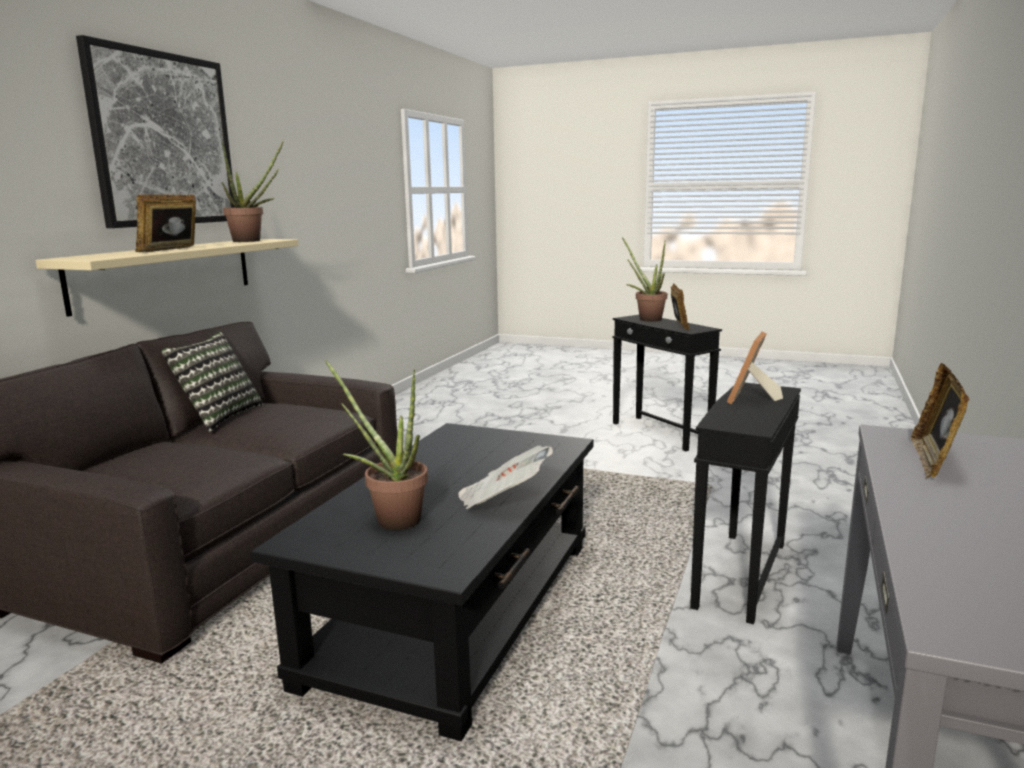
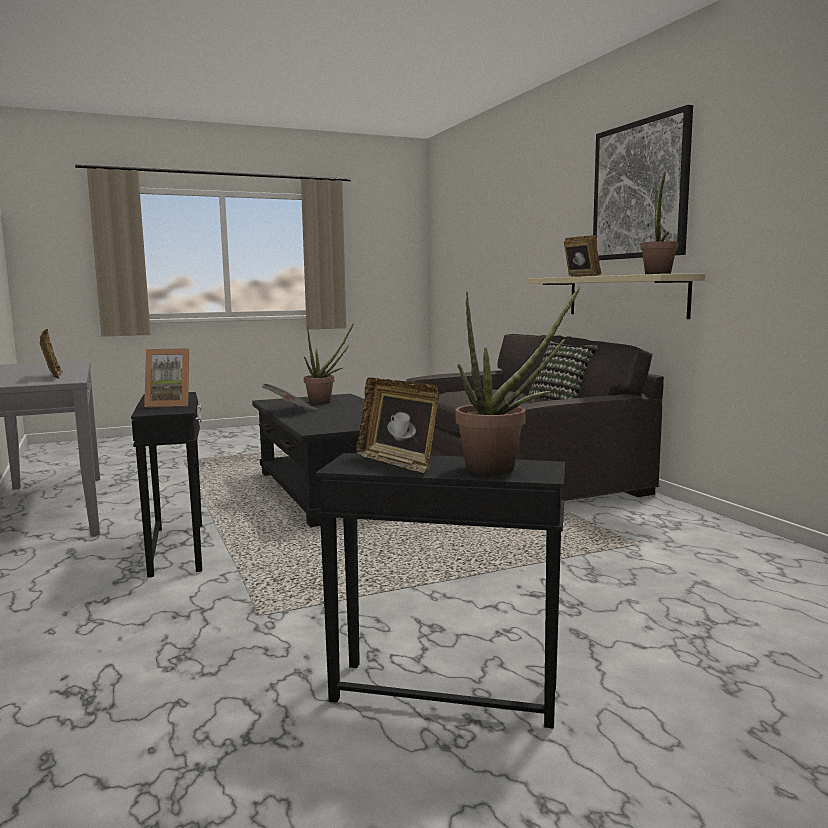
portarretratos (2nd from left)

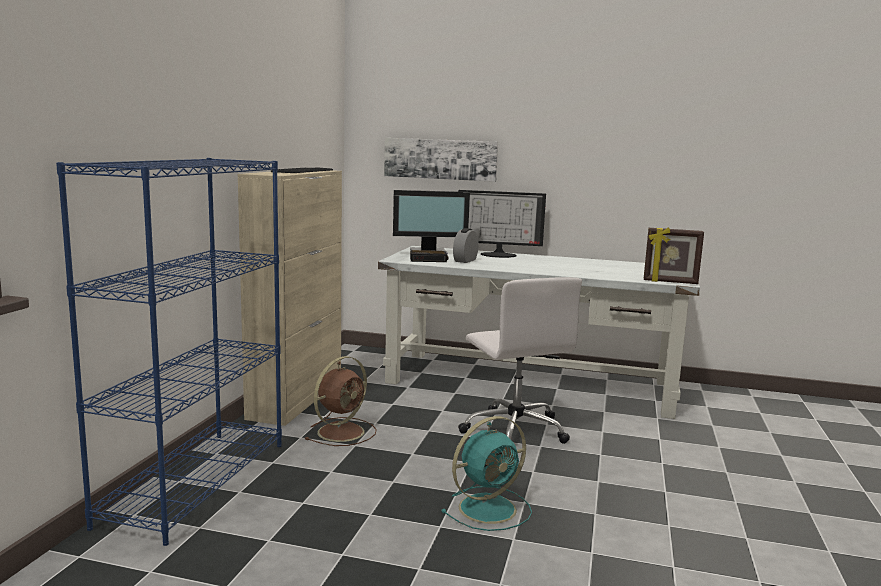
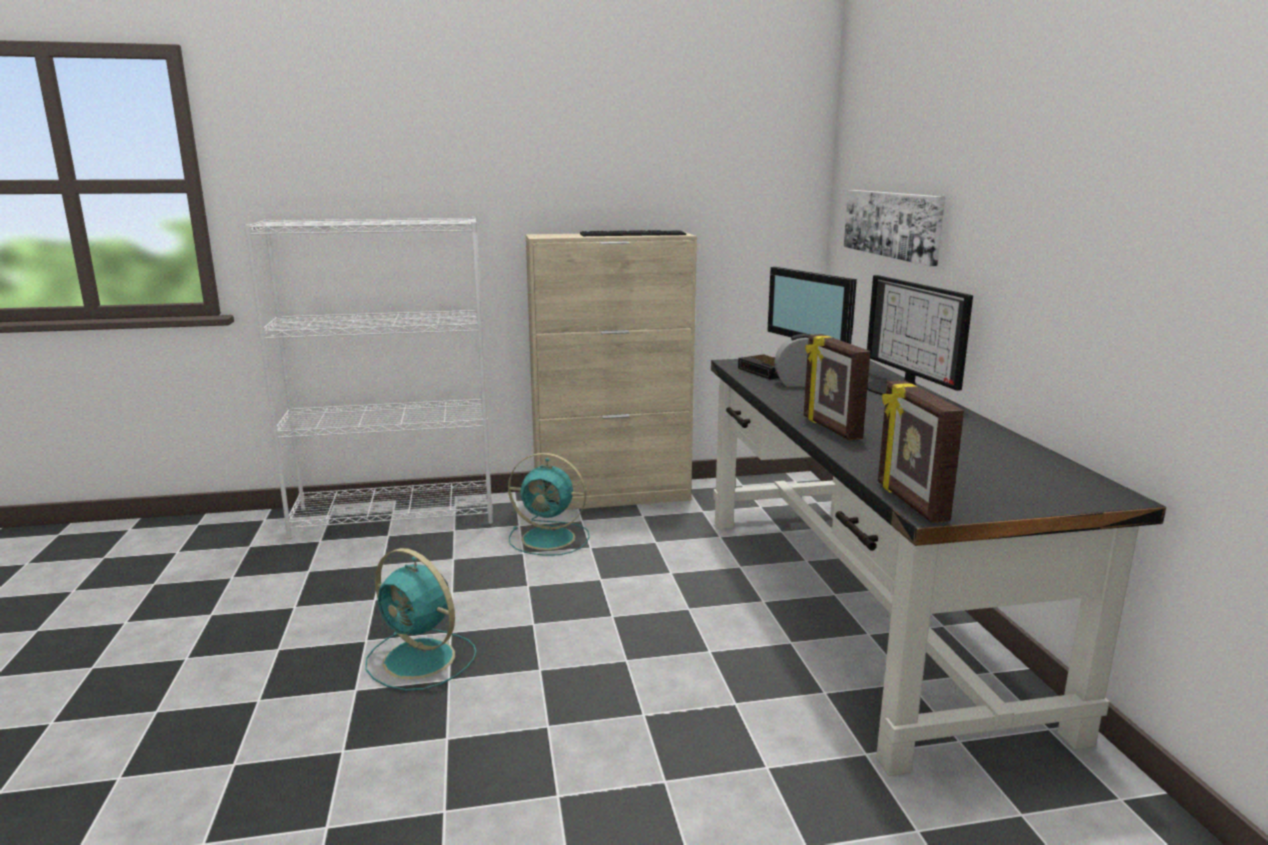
estantería (blanco)
escritorio (negro)
silla de oficina (blanco)
ventilador (turquesa) (2nd from left)
portarretratos (1st from left)

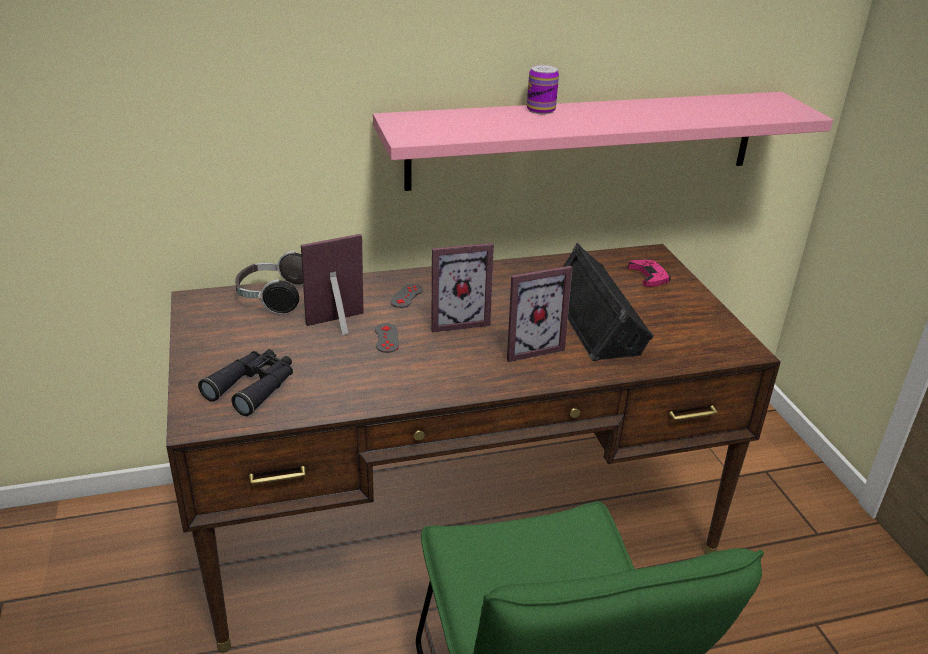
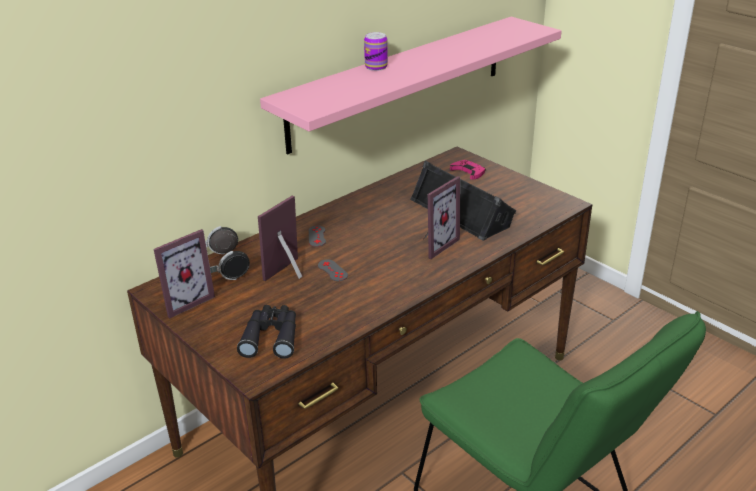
portarretratos (1st from left)

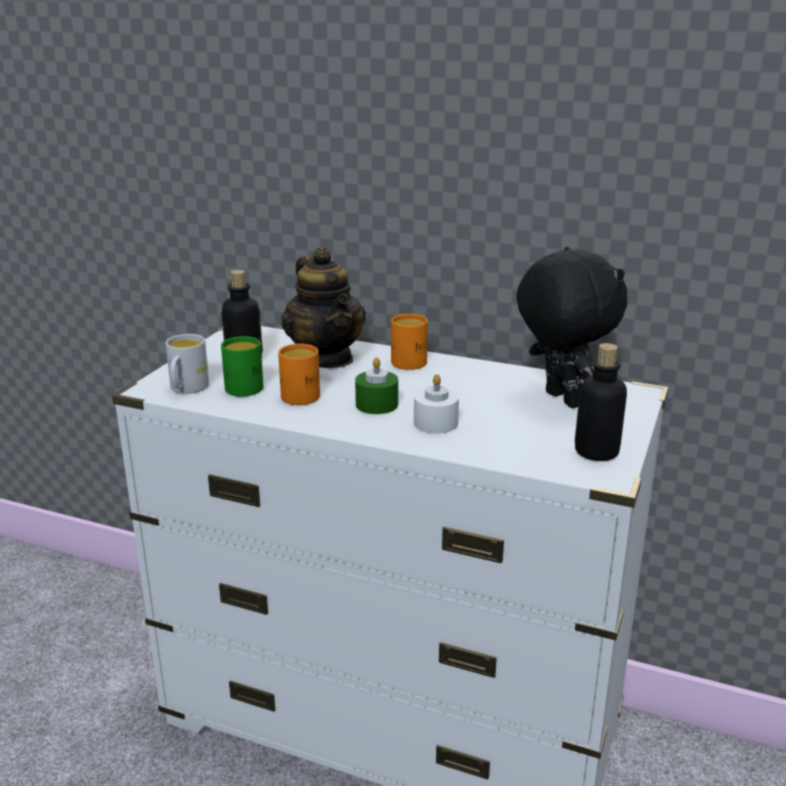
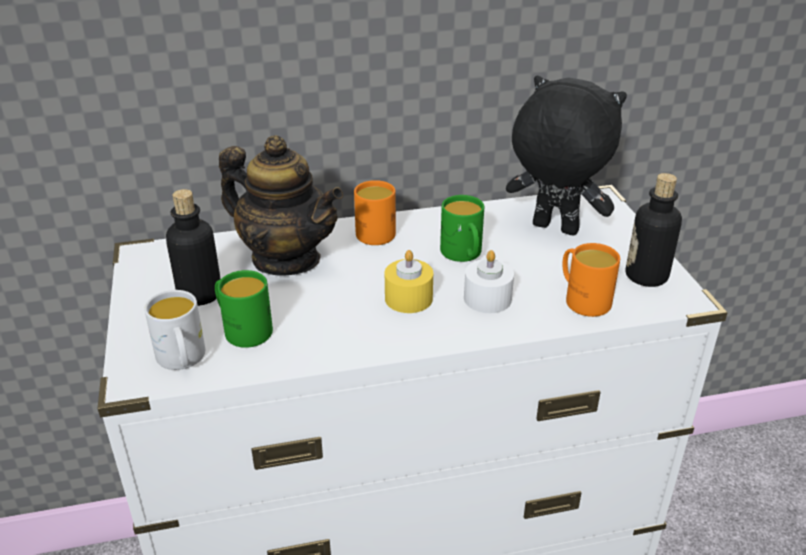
taza grande (naranja) (2nd from left)
vela (amarillo)
taza grande (verde) (2nd from left)

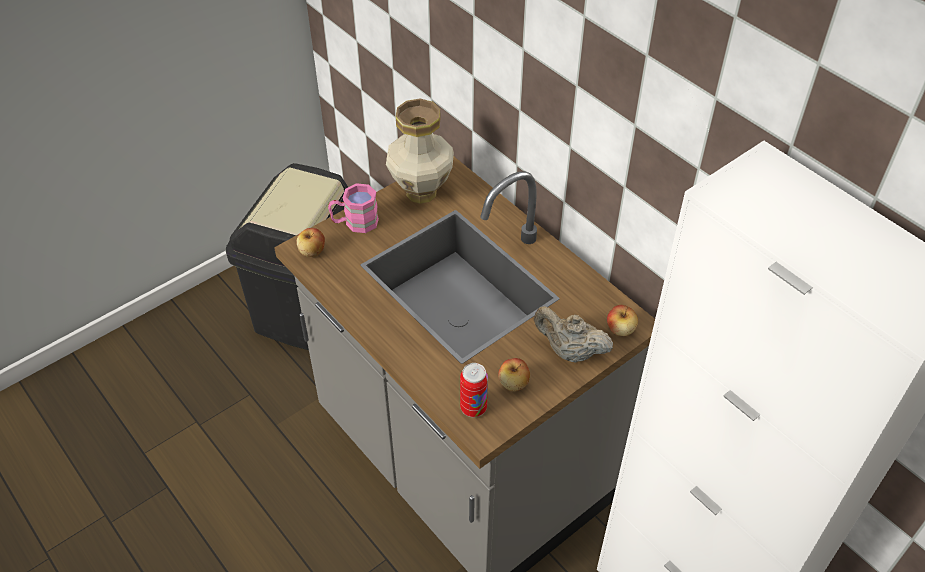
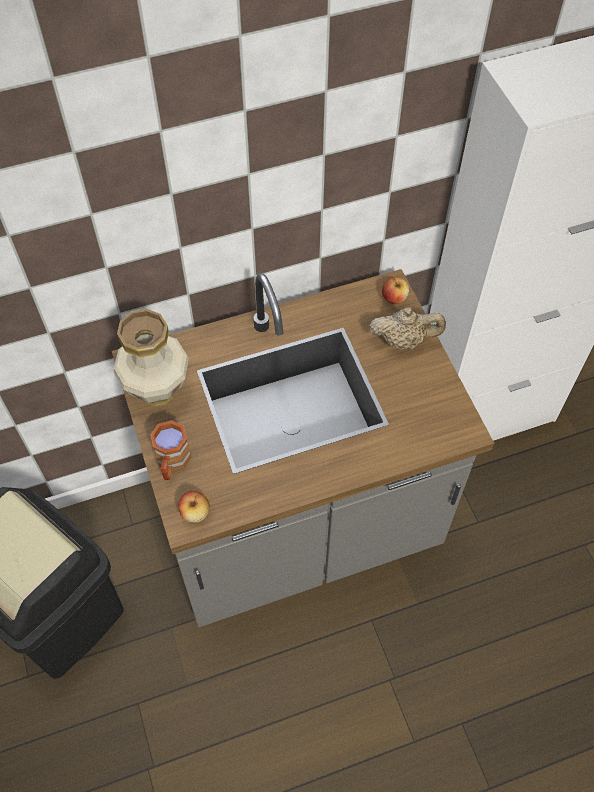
taza grande (marrón)
tetera (beis)
manzana (2nd from left in the first image)
lata

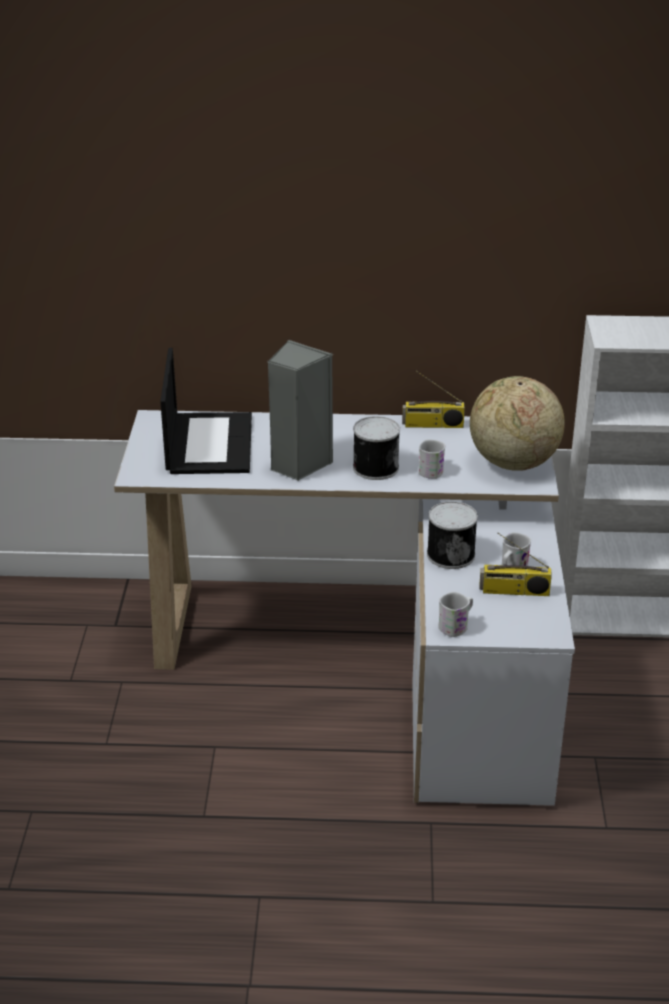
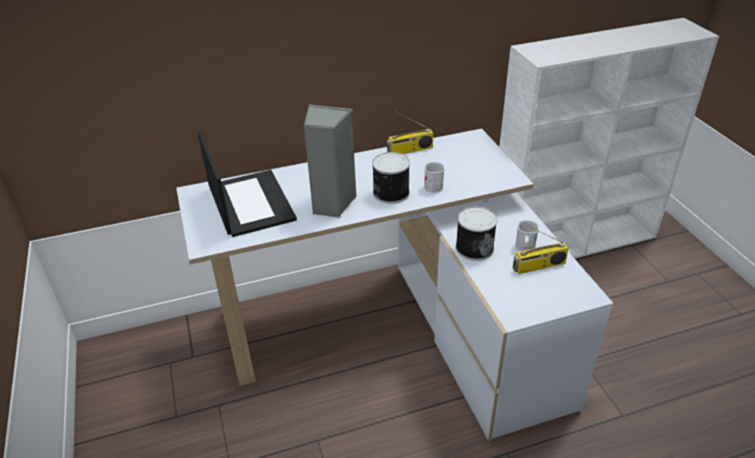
globo terráqueo
taza grande (blanco) (2nd from left in the first image)

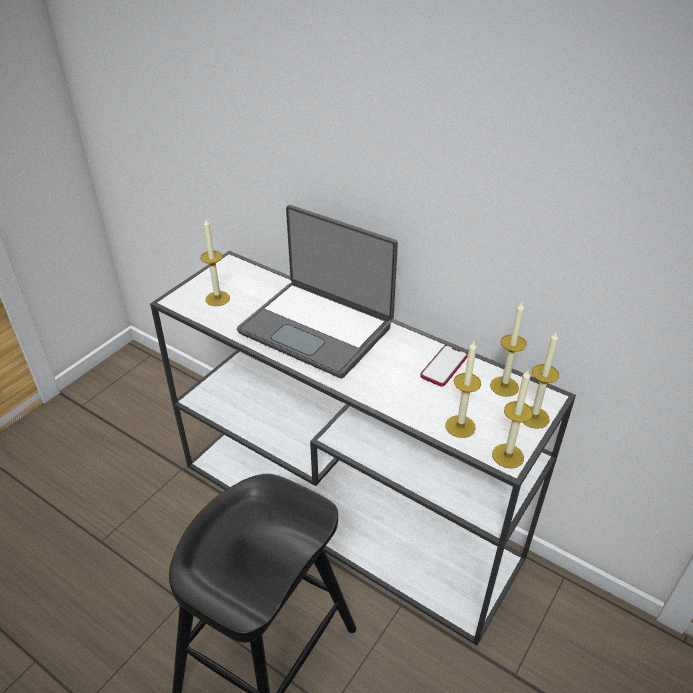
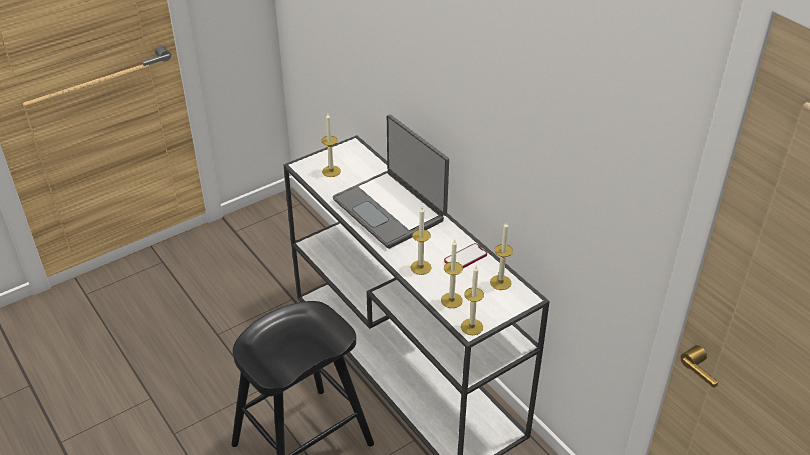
vela (2nd from left)

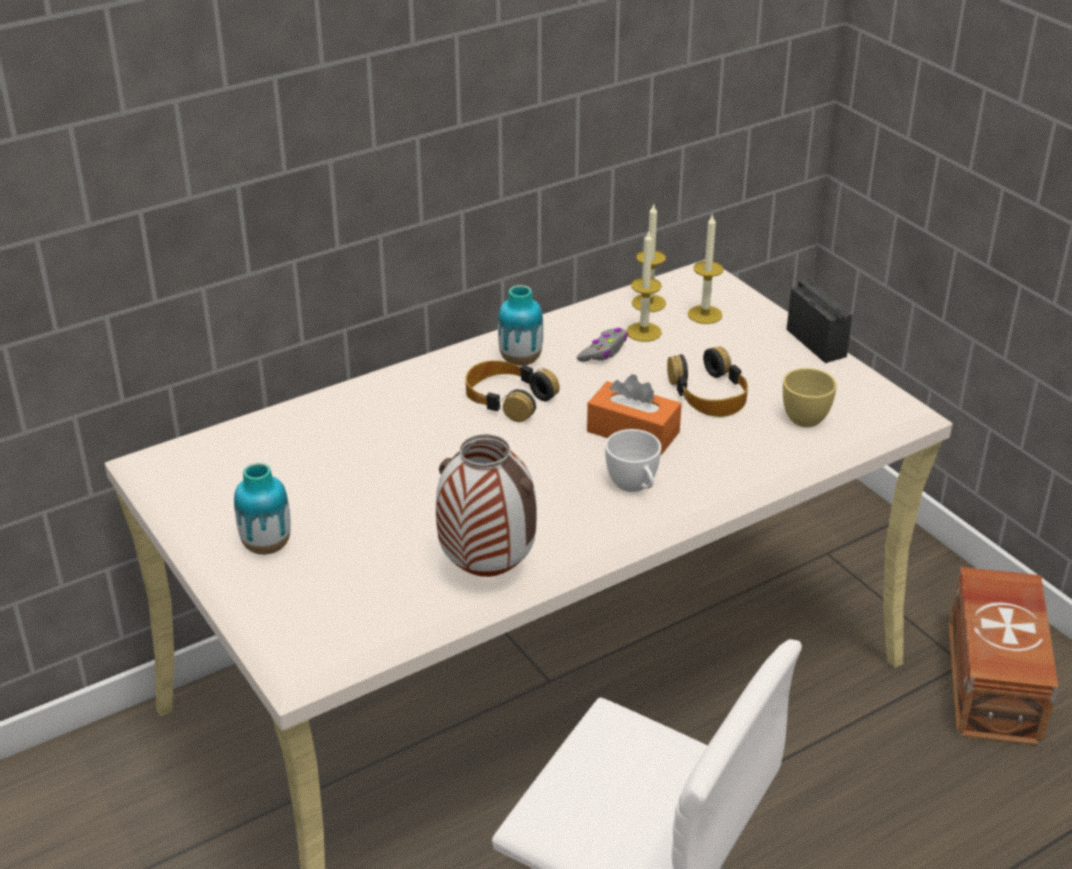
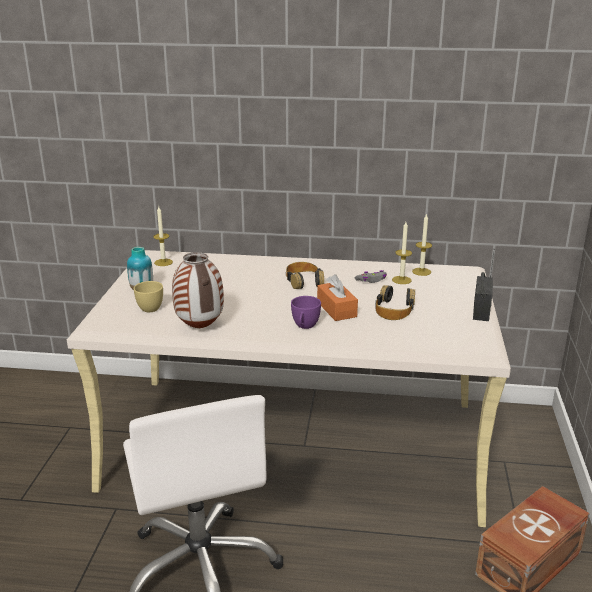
vela (1st from left)
florero (3rd from left in the first image)
taza (amarillo)
taza (morado)

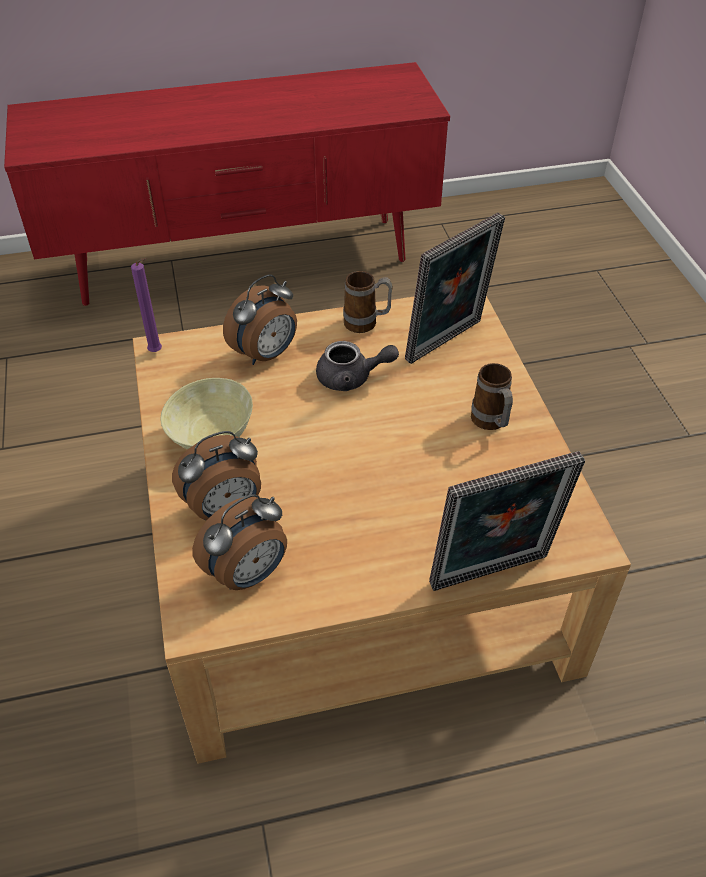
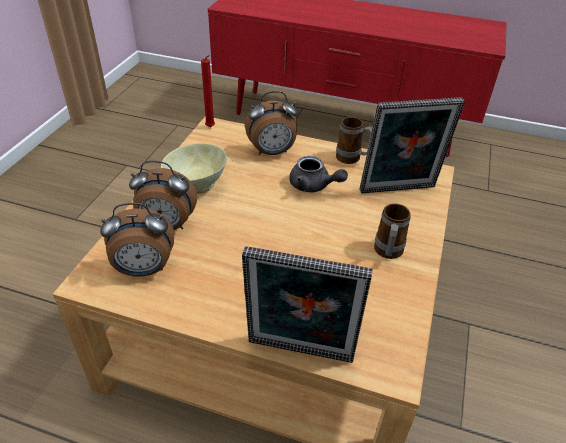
vela (rojo)

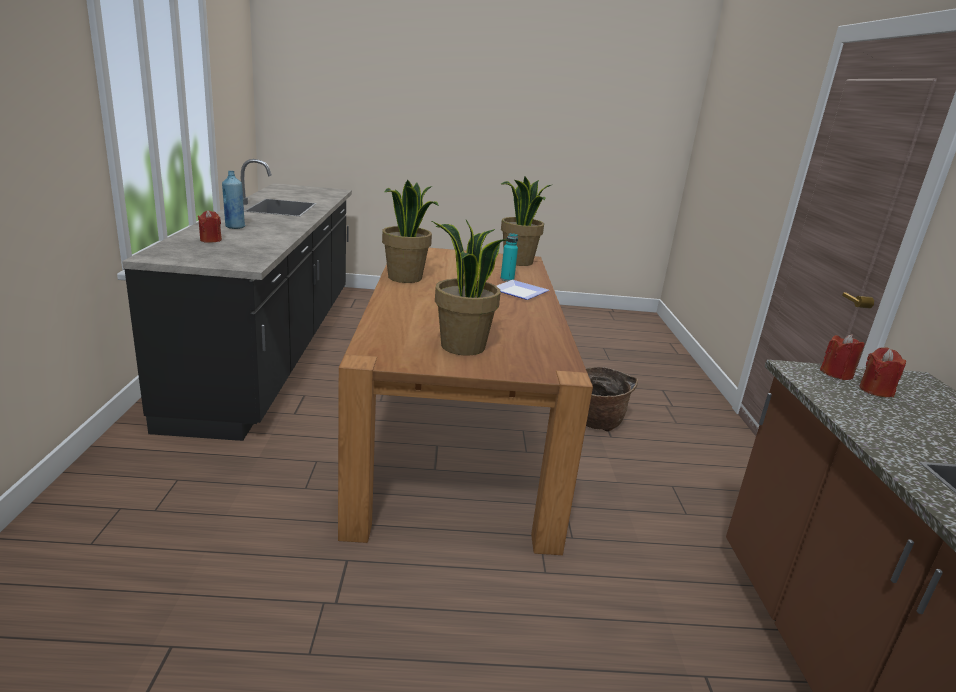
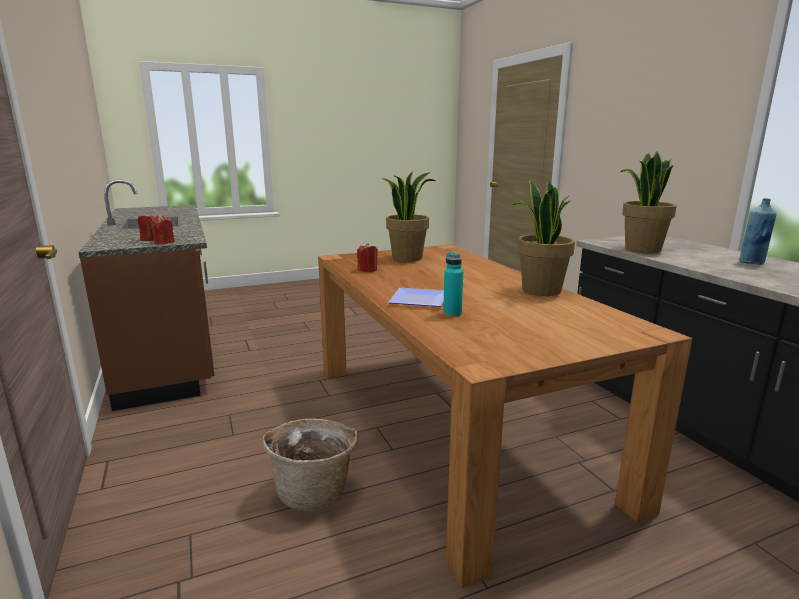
planta en maceta (3rd from left)
vela (rojo) (3rd from left)

